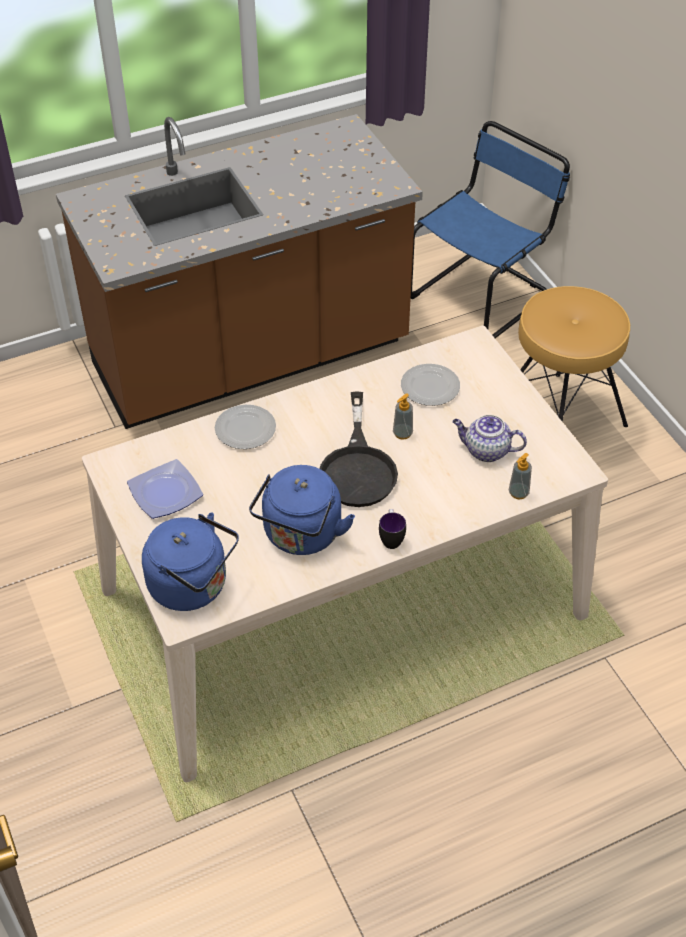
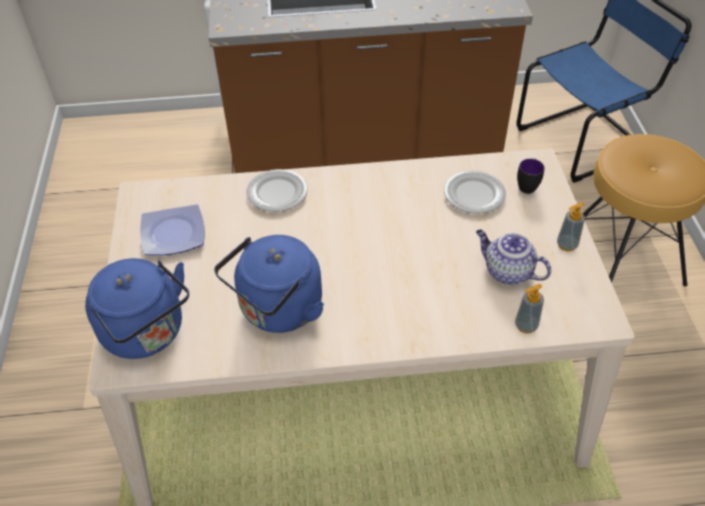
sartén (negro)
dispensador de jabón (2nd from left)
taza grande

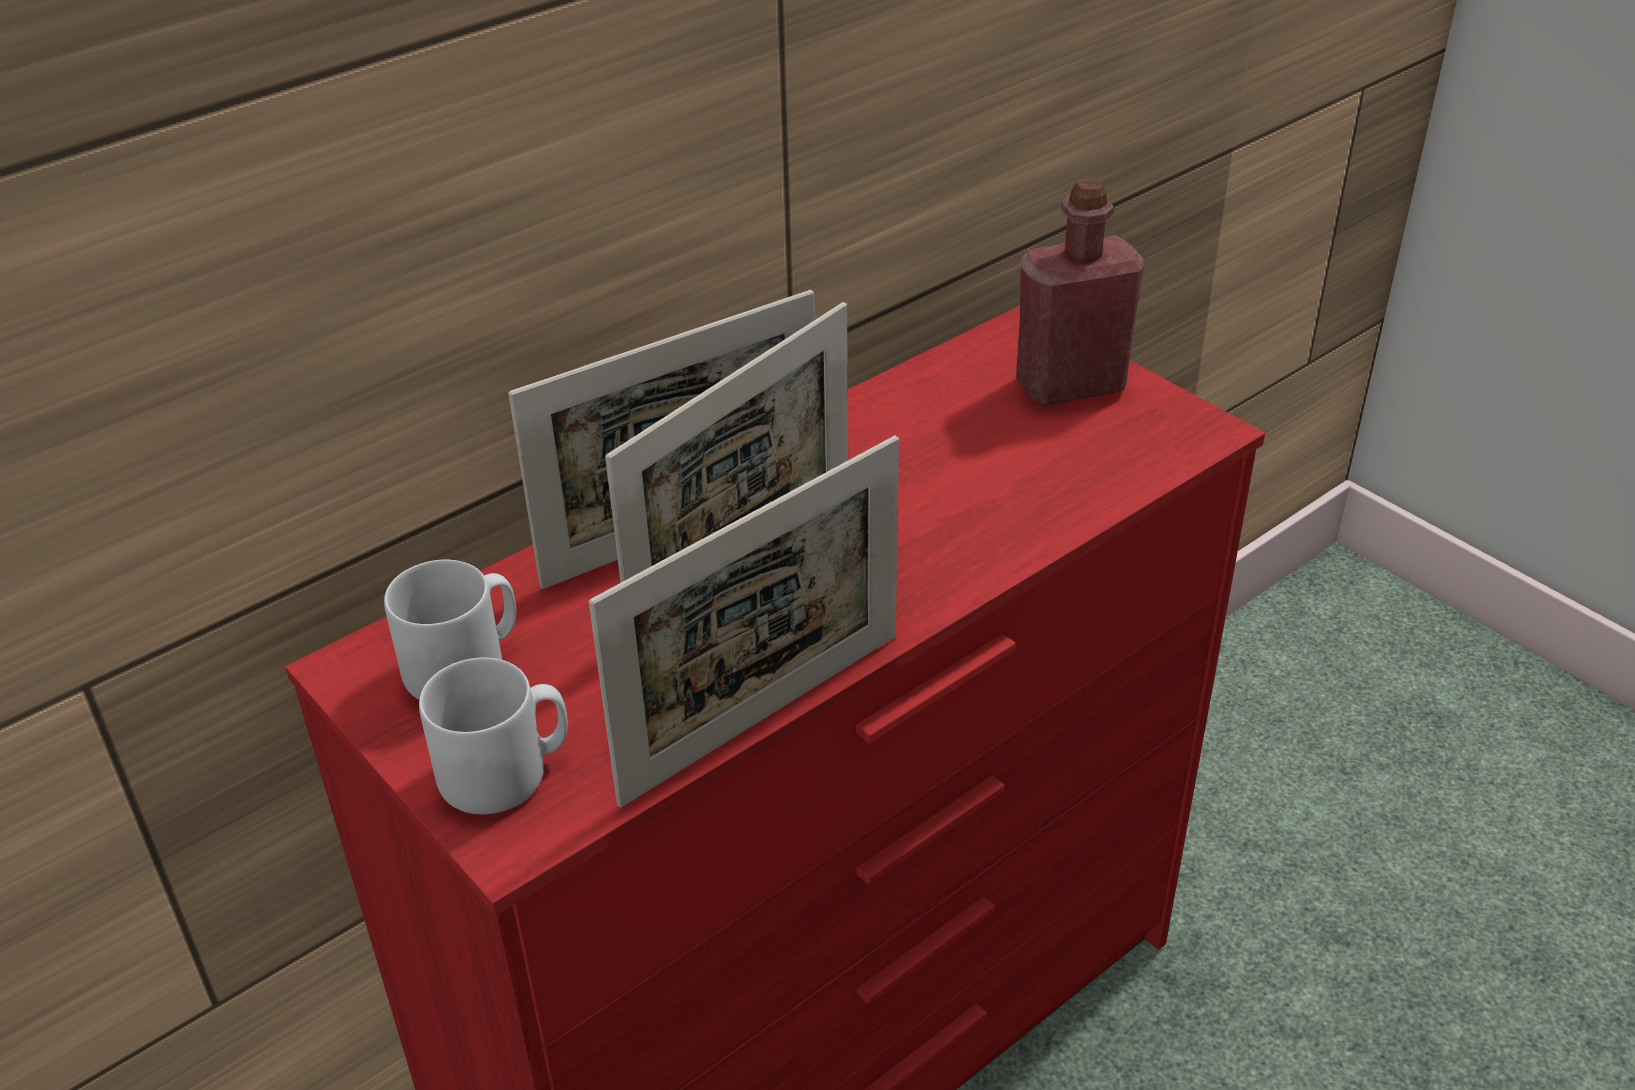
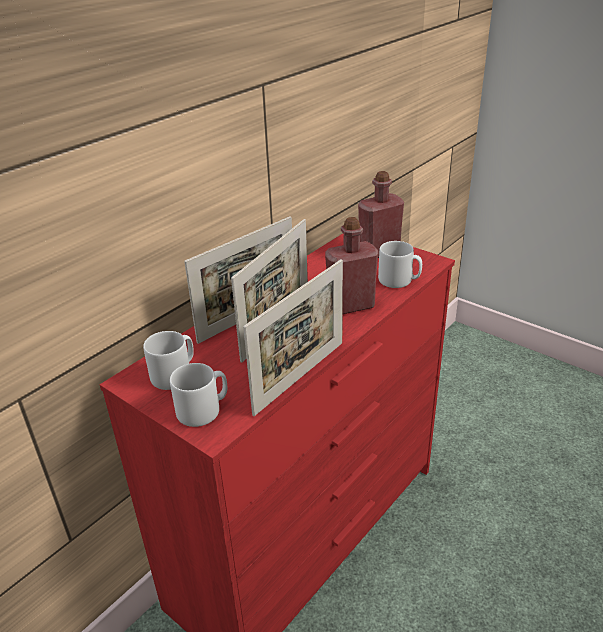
botella (rojo) (1st from left)
taza grande (gris) (3rd from left)

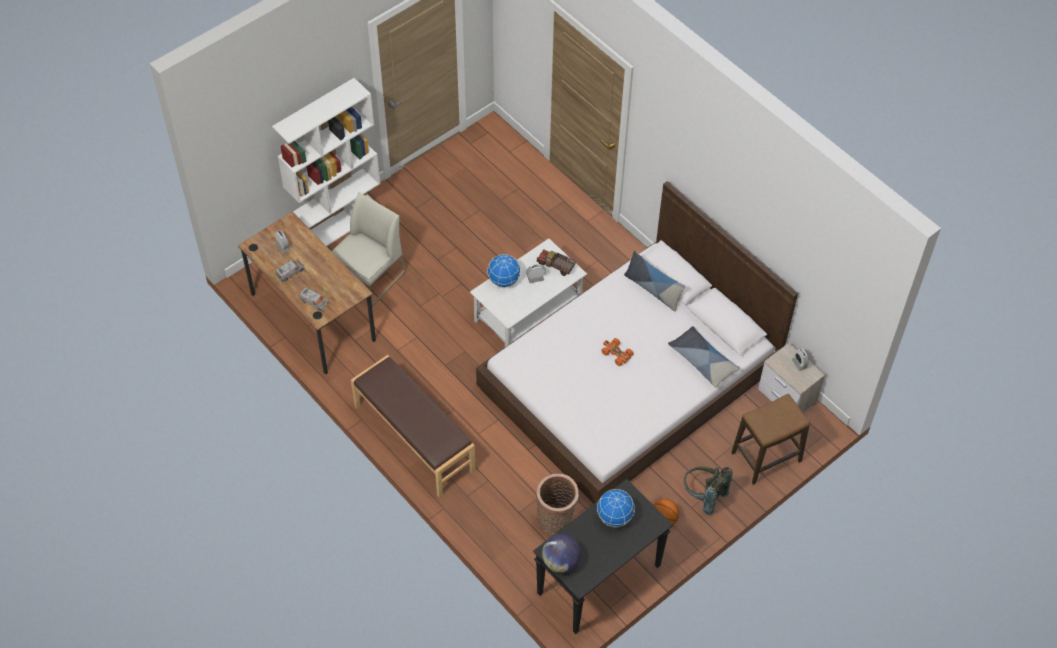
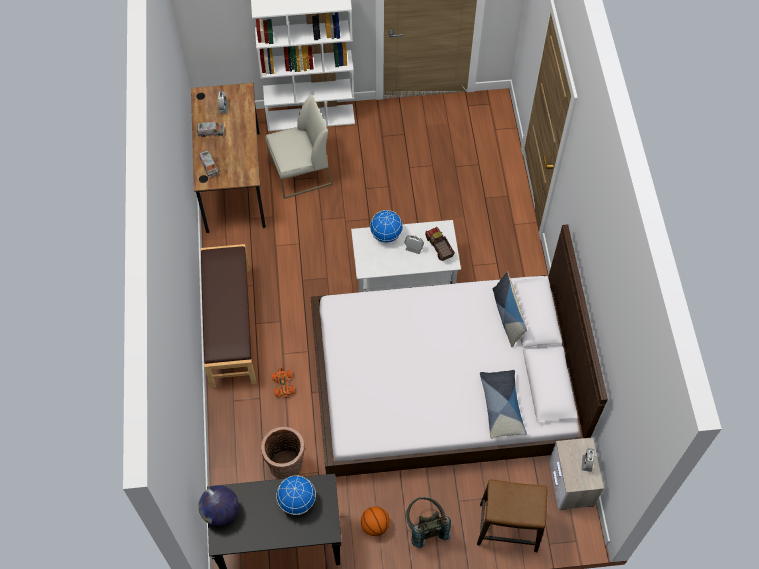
coche de juguete (naranja)

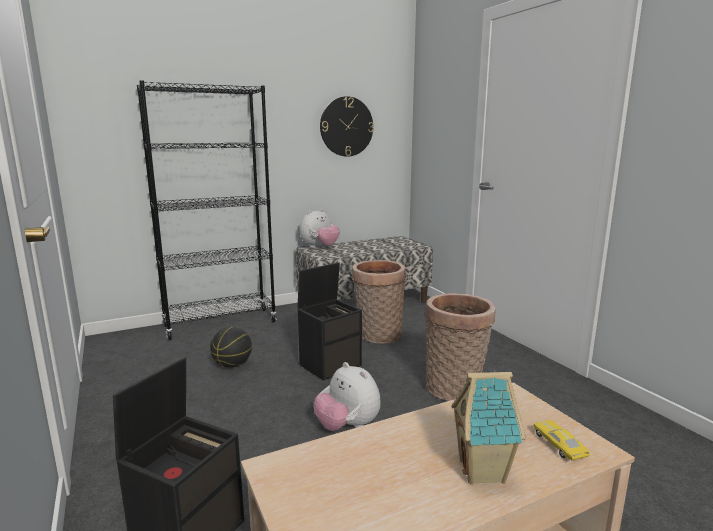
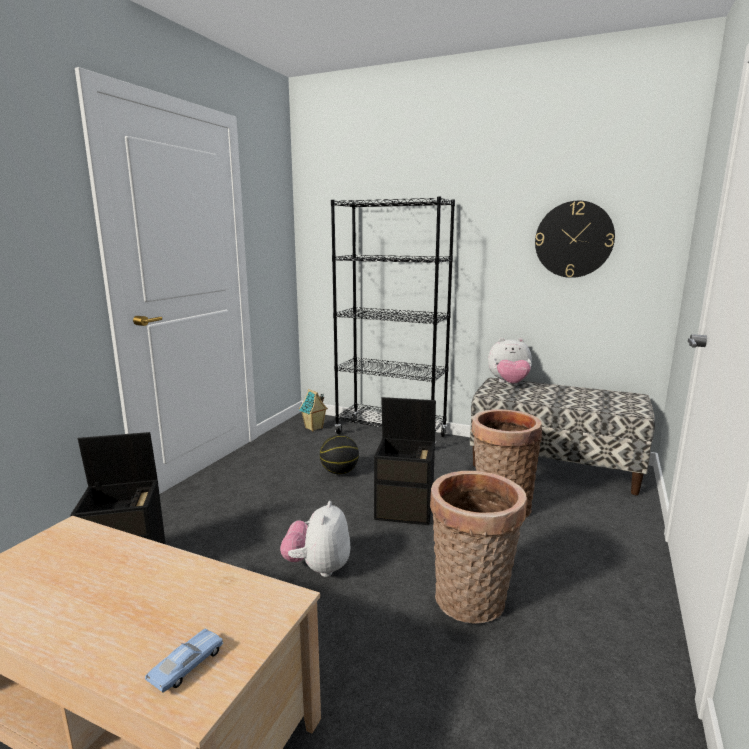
casita
coche de juguete (azul)

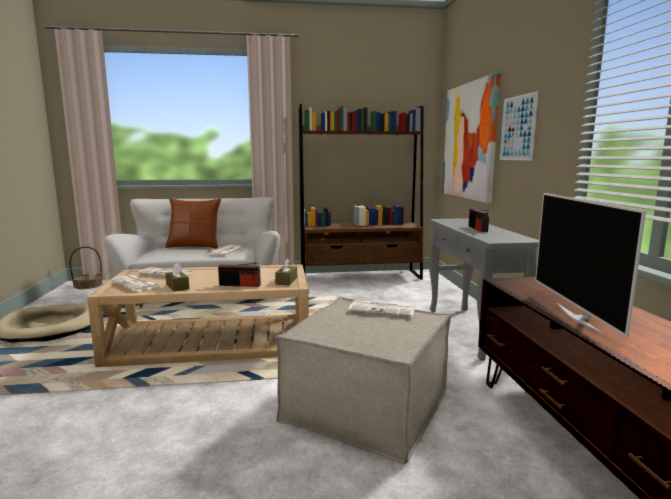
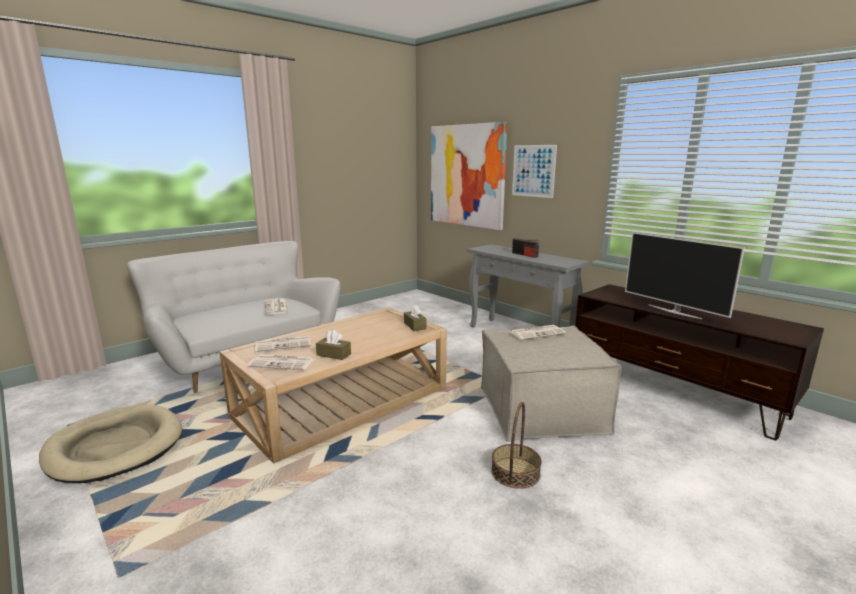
estantería (marrón)
cojín (marrón)
cesta
radio (1st from left in the first image)

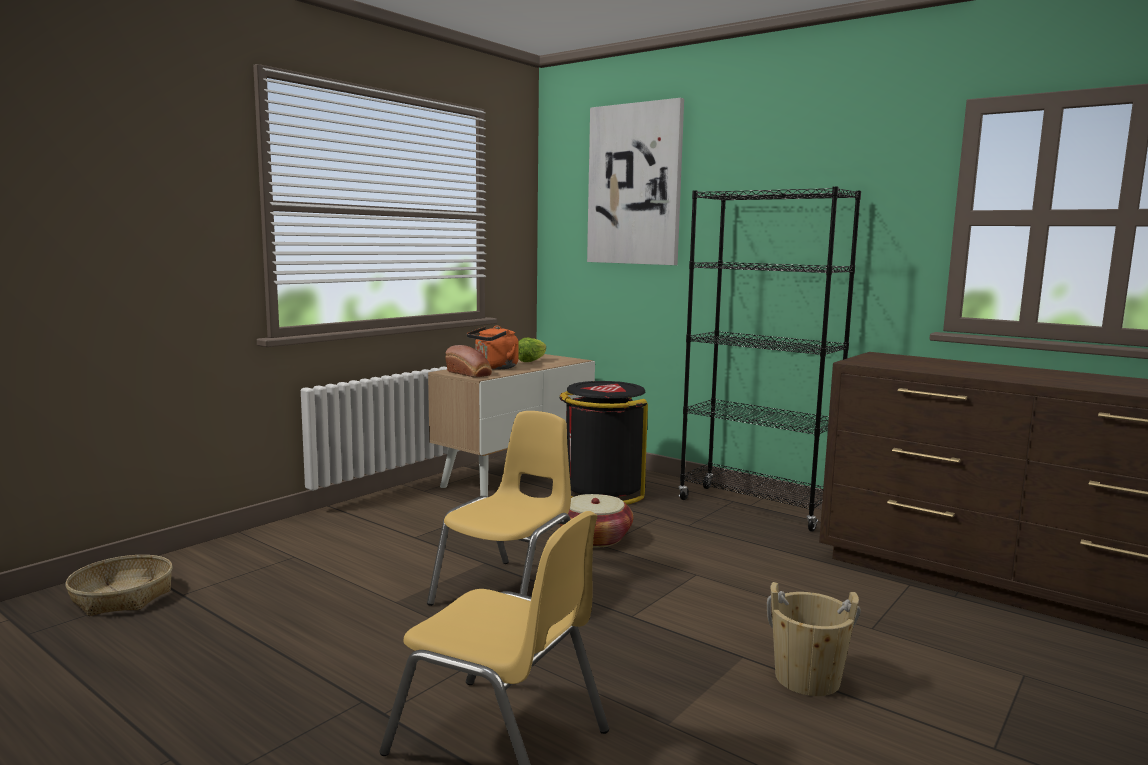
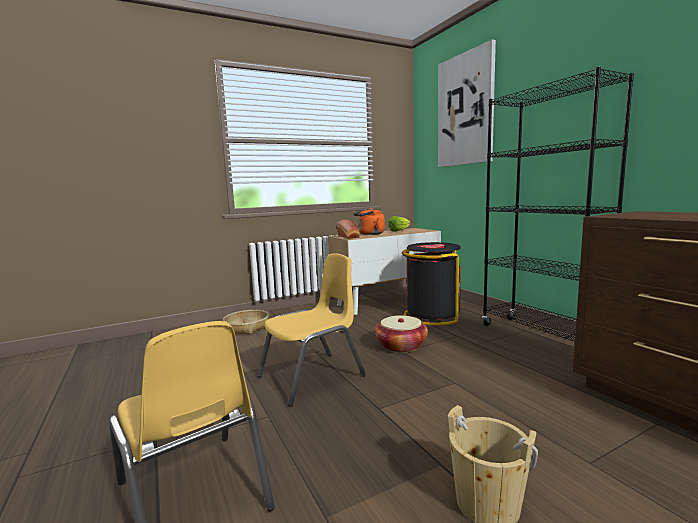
cesta (1st from left)

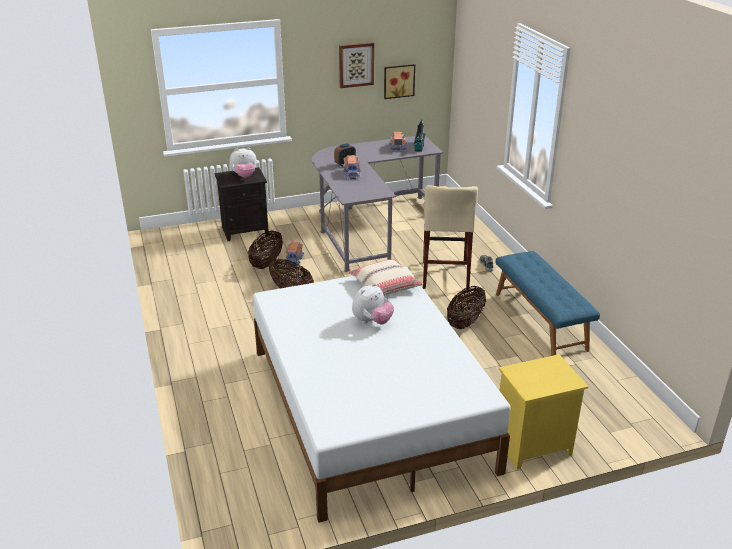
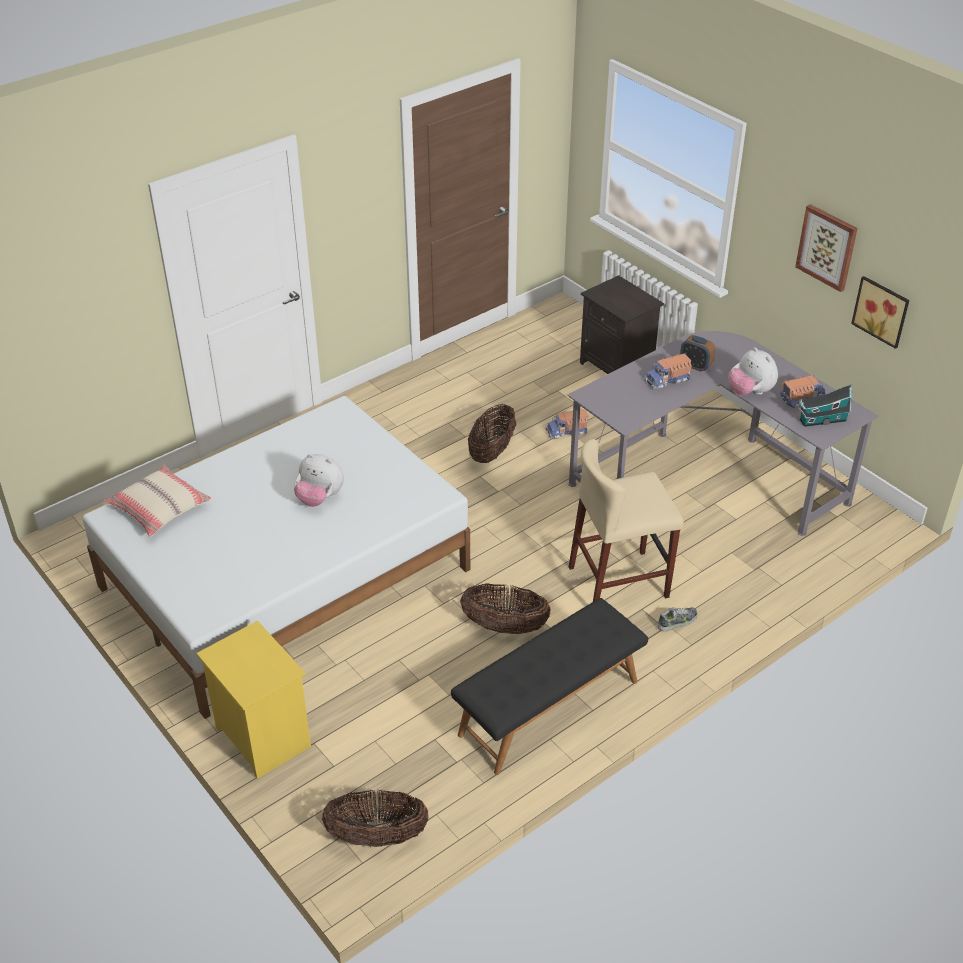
peluche (2nd from left)
cesta (1st from left)
banco (negro)
cojín (beis)

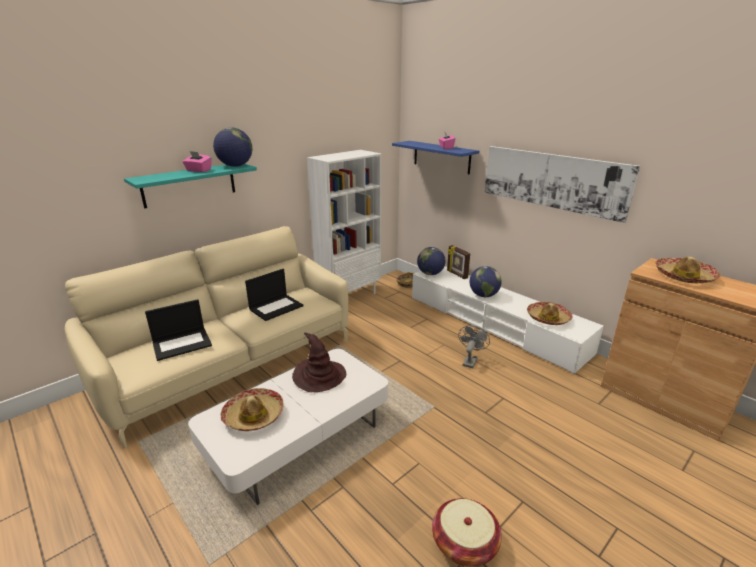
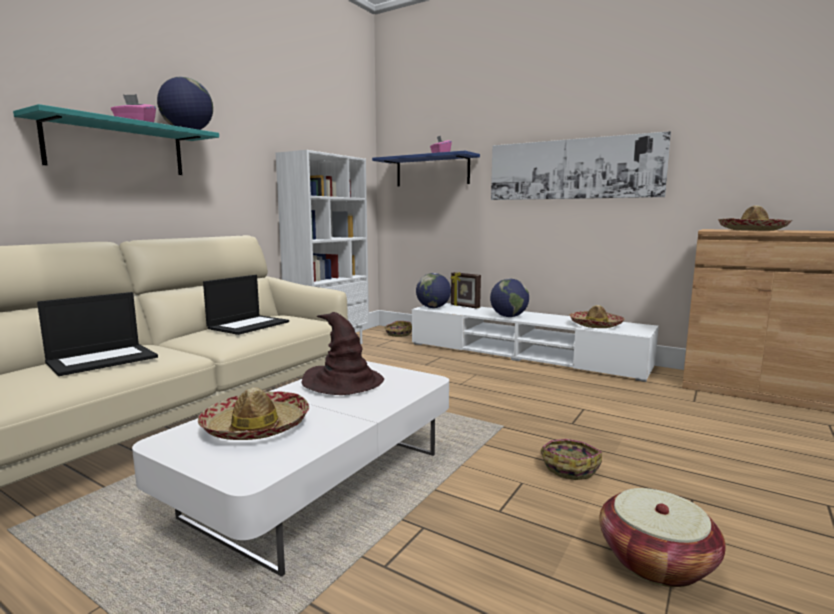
ventilador (gris)
cesta (2nd from left)

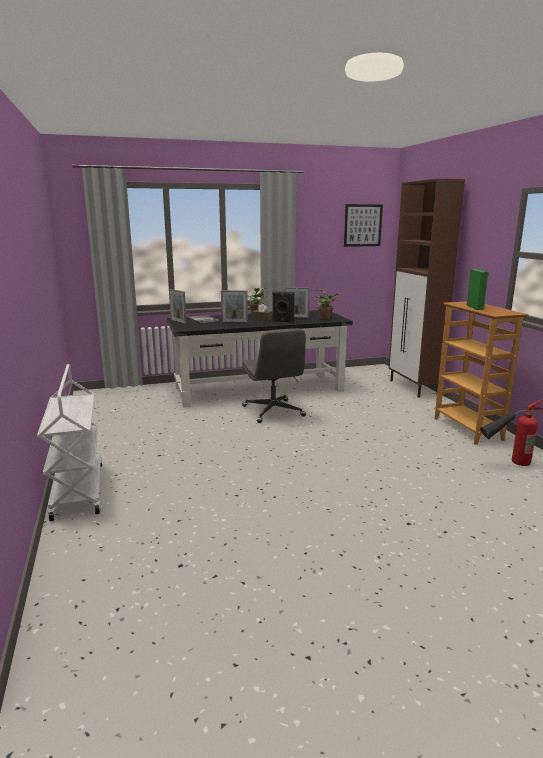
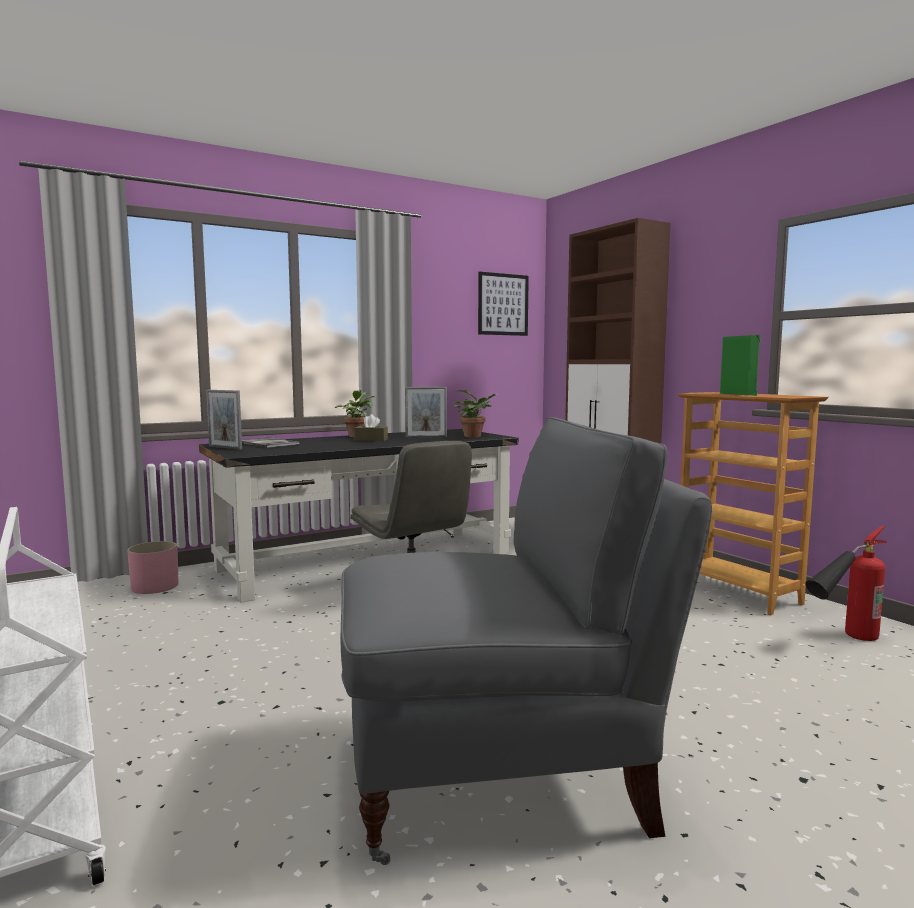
portarretratos (2nd from left in the first image)
altavoz (negro)
silla (gris)
maceta (rosa)

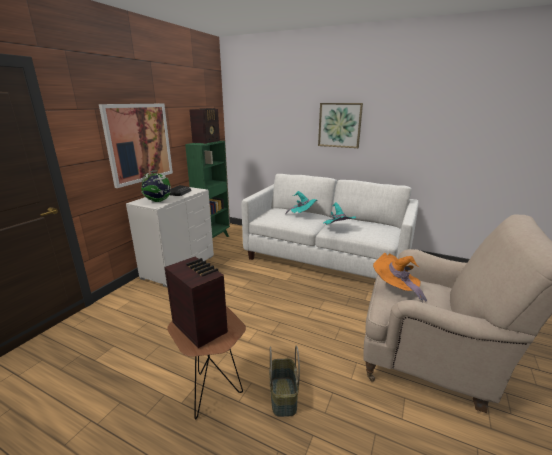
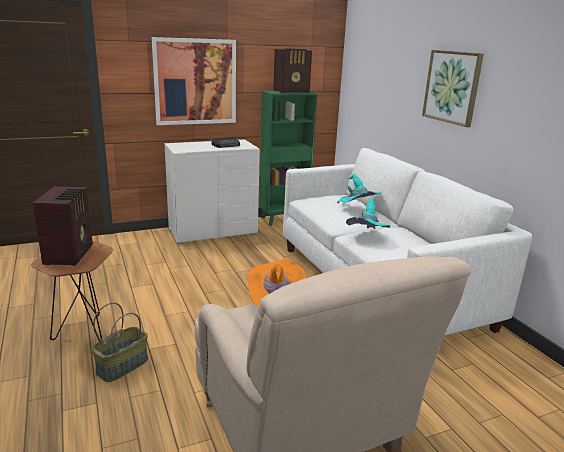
globo terráqueo

